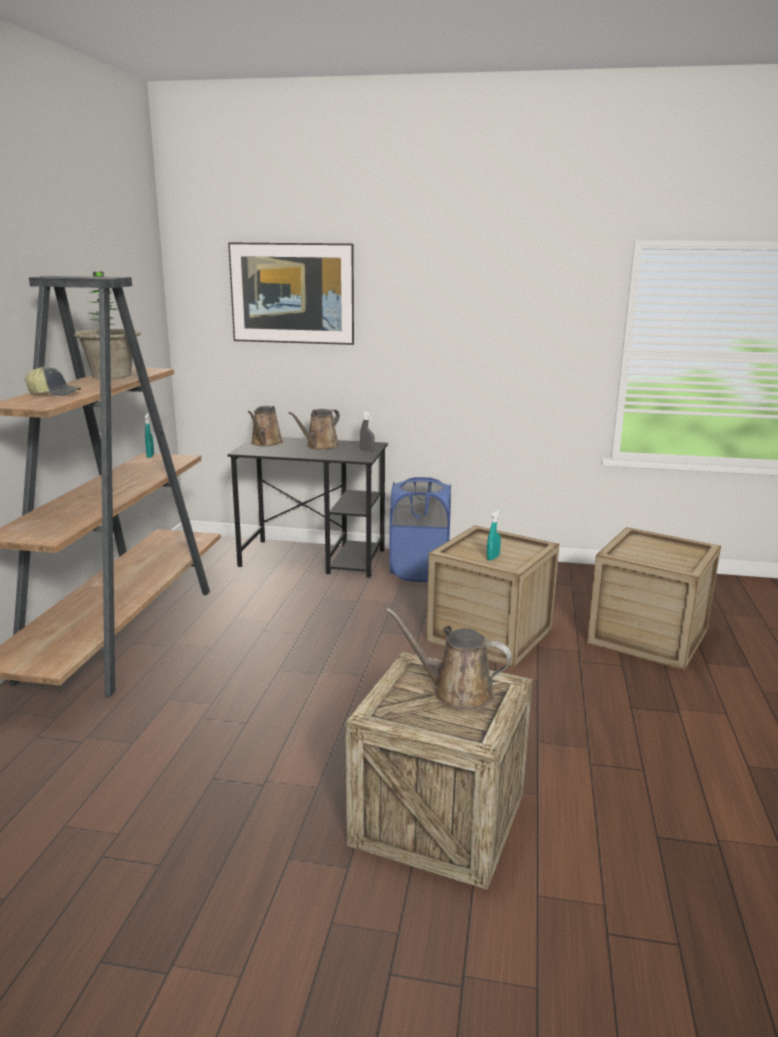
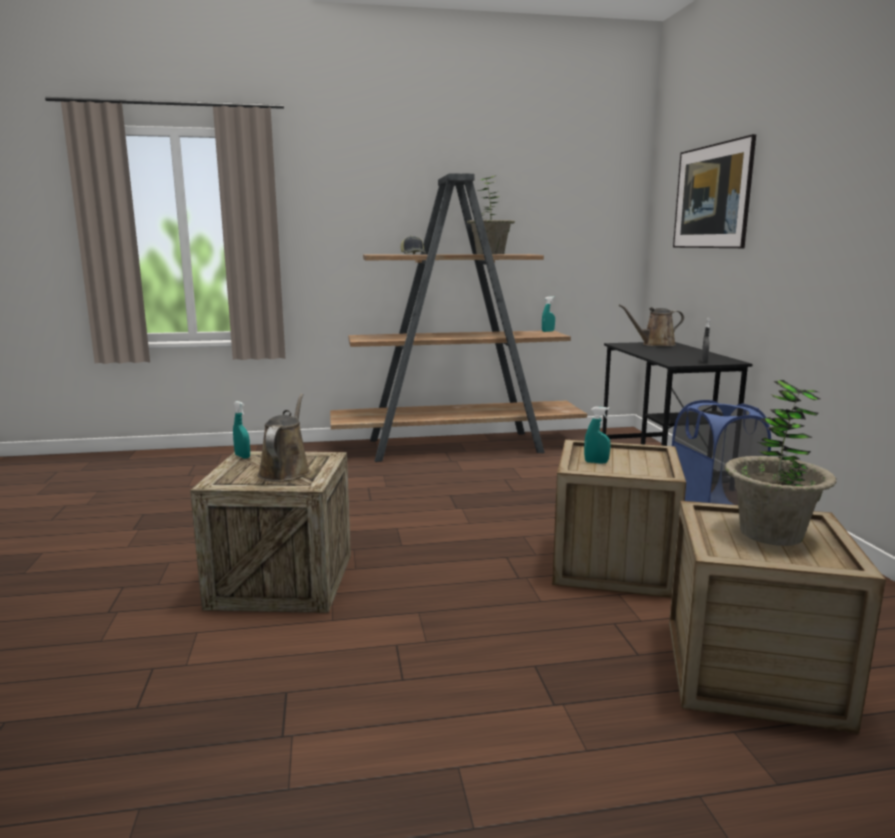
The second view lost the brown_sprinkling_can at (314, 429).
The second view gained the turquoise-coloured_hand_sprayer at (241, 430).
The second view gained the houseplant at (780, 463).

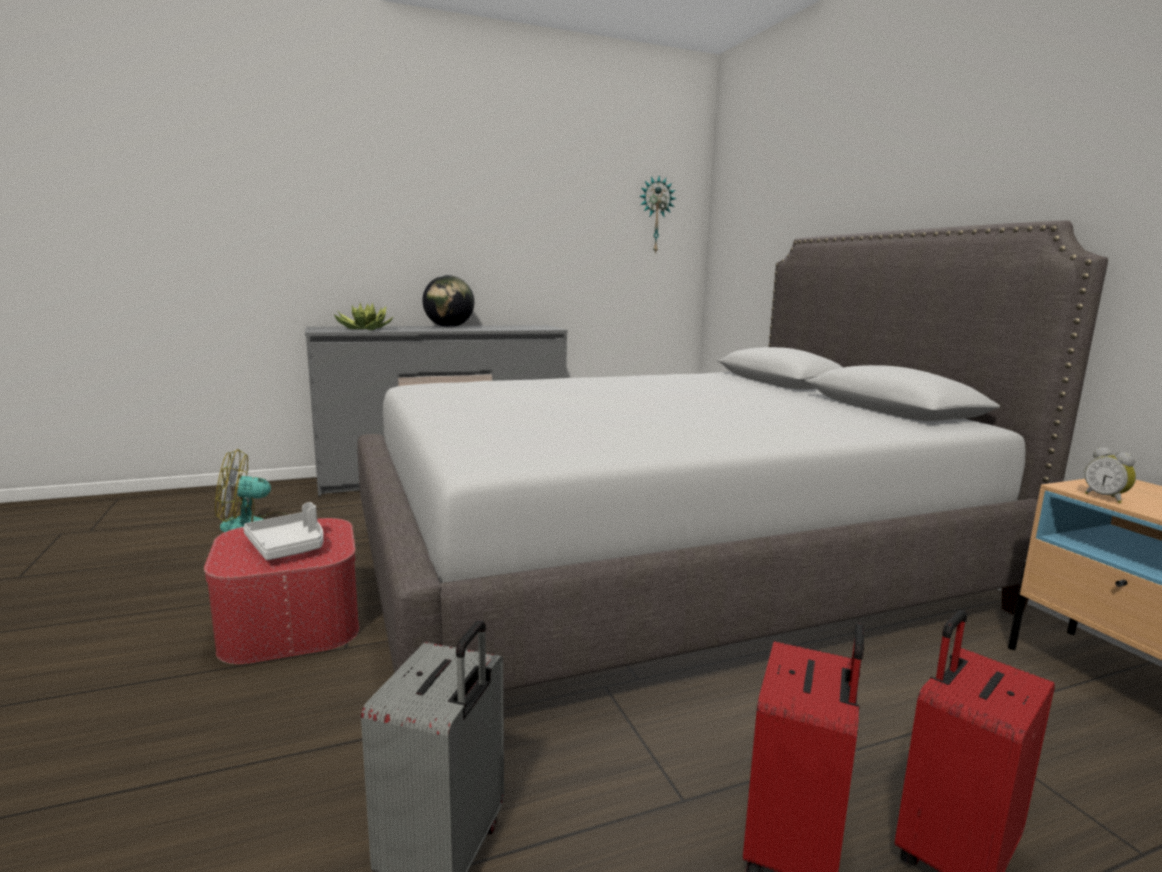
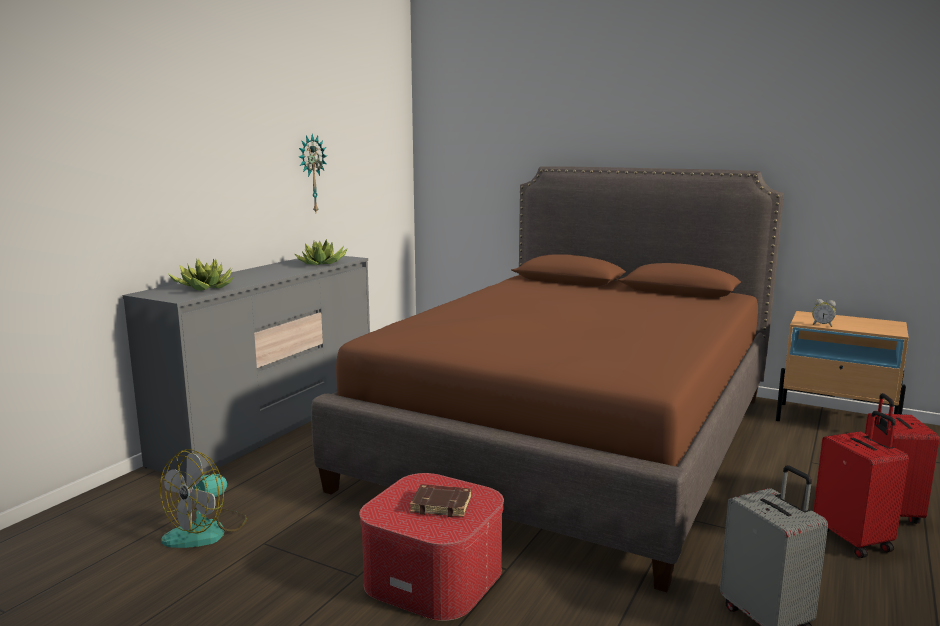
The second view lost the globe at (448, 301).
The second view gained the houseplant at (321, 252).
The clock_on_the_wall ended up elsewhere, having gone from (657, 215) to (313, 173).
Where the greyish_carrying_tray stood at (283, 531), the brown_book came to stand at (441, 500).
What was the greyish_bed at (732, 455) turned into the brown_bed at (547, 379).

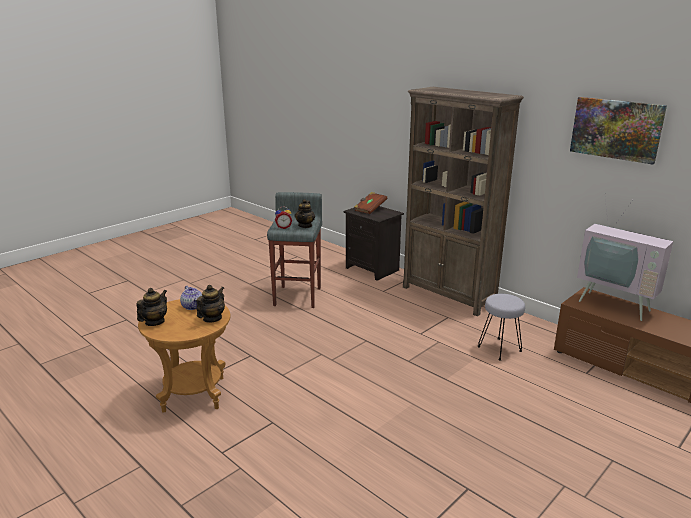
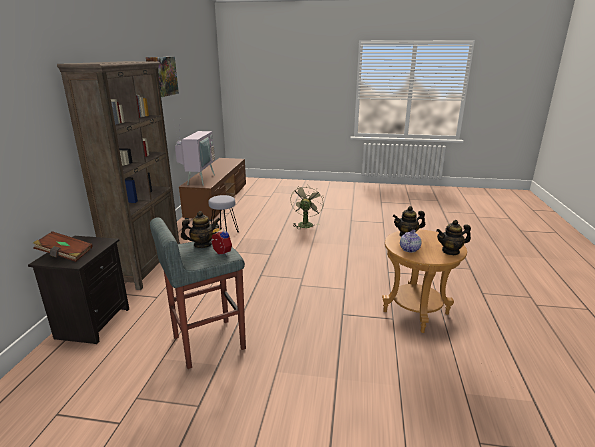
The second view gained the beige-coloured_cooling_fan at (307, 207).

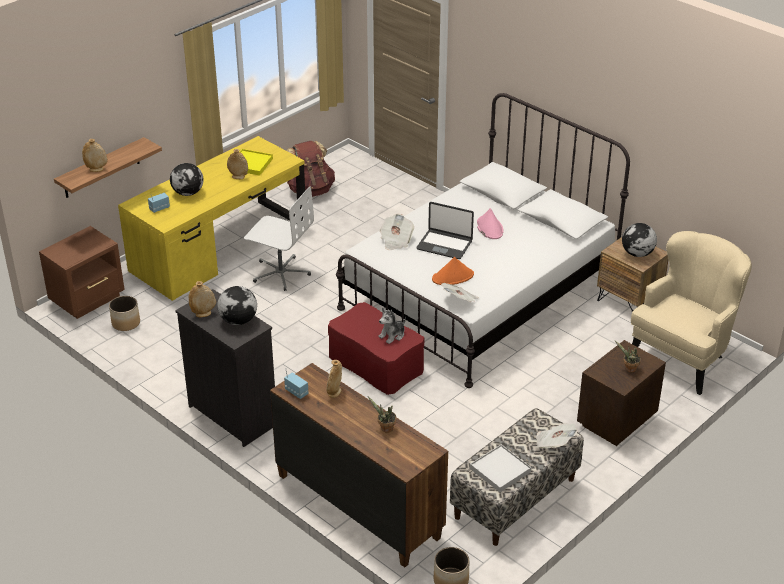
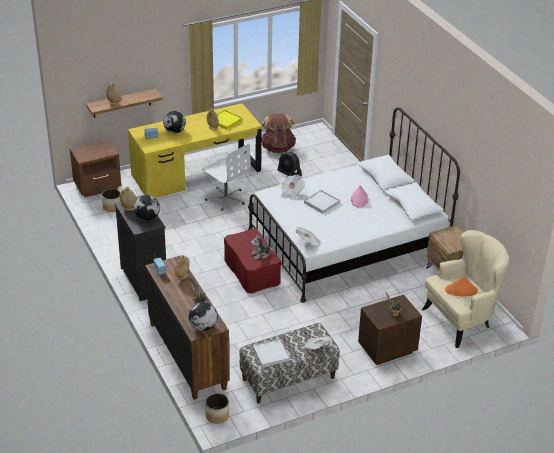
The second view gained the black_cooling_fan at (290, 164).
The orange_hat ended up elsewhere, having gone from (453, 271) to (461, 286).
The globe ended up elsewhere, having gone from (639, 240) to (203, 316).
Where the laptop stood at (445, 230), the whitish_carrying_tray came to stand at (322, 202).

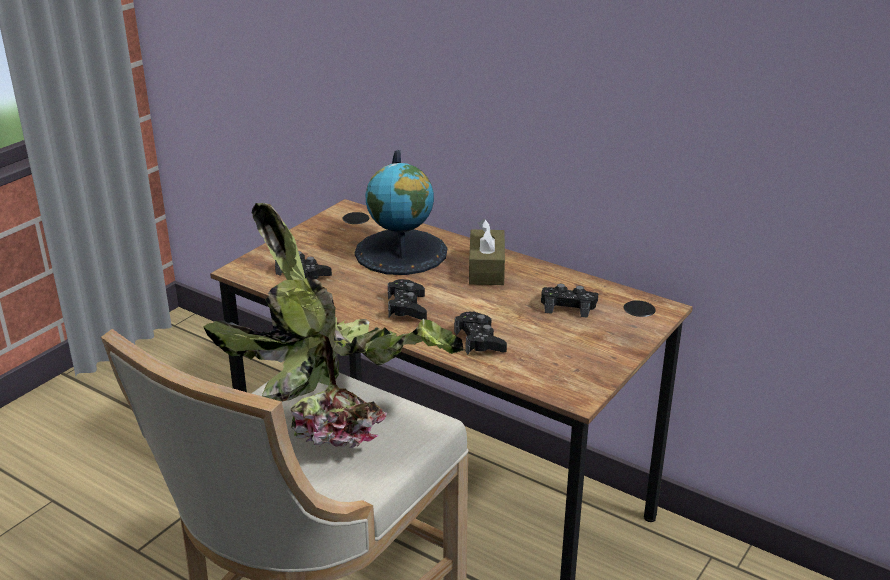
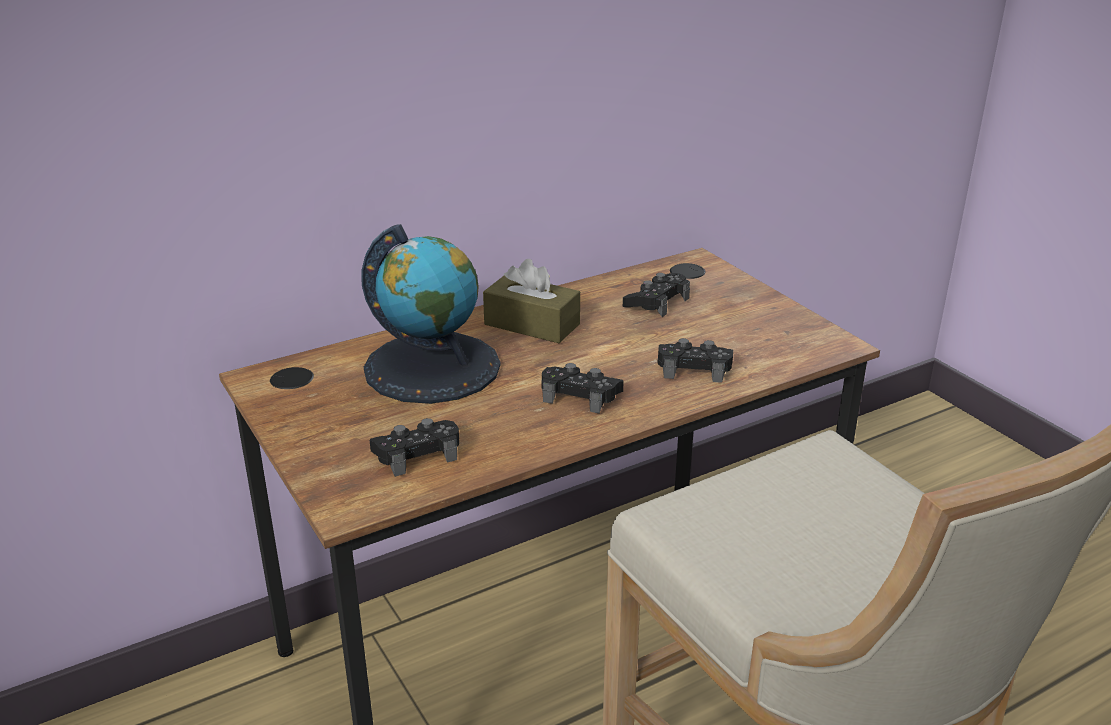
The second view lost the houseplant at (333, 325).

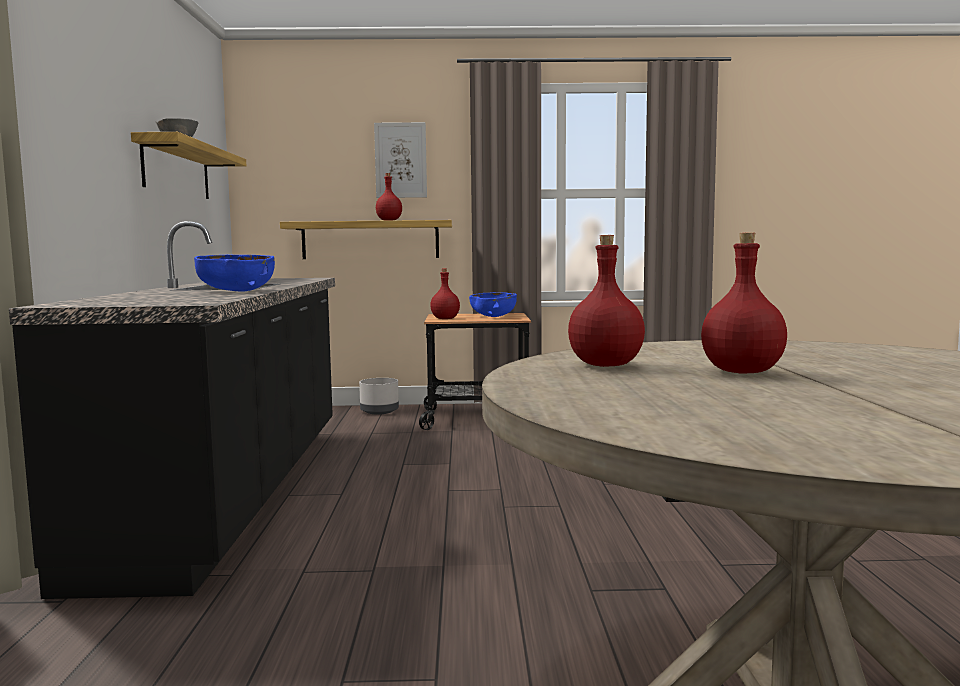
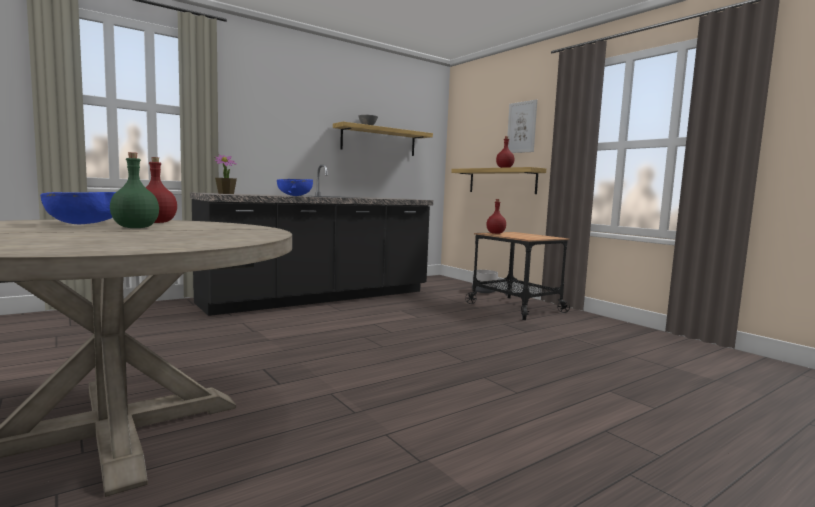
The second view gained the houseplant at (225, 174).
The blue-coloured_bowl ended up elsewhere, having gone from (493, 304) to (78, 208).
What was the reddish_drink_bottle at (744, 303) turned into the green-coloured_drink_bottle at (134, 190).

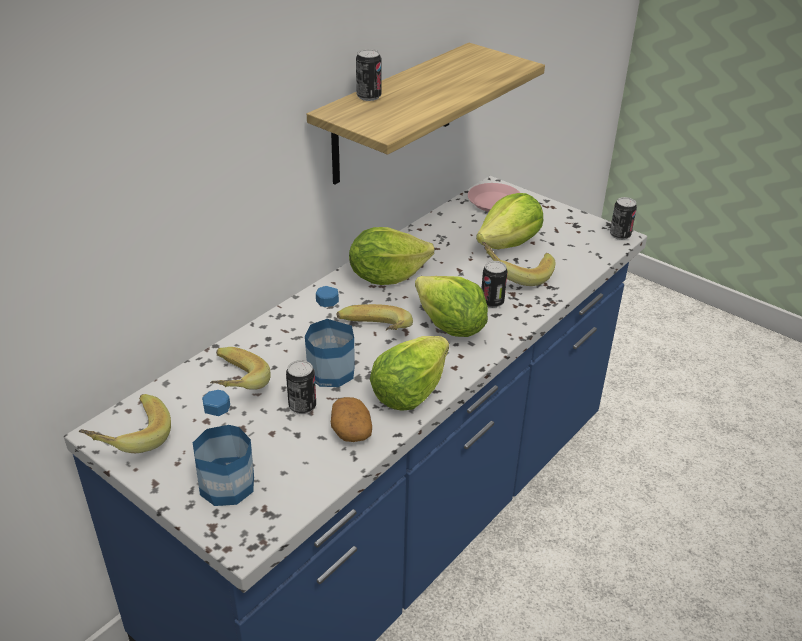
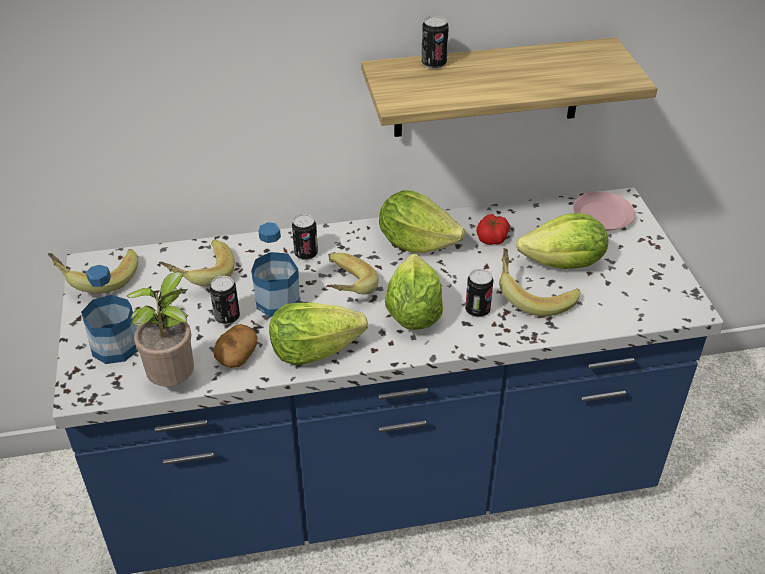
The second view gained the houseplant at (160, 329).
The second view gained the fresh_tomato at (492, 229).
The can ended up elsewhere, having gone from (623, 218) to (305, 237).

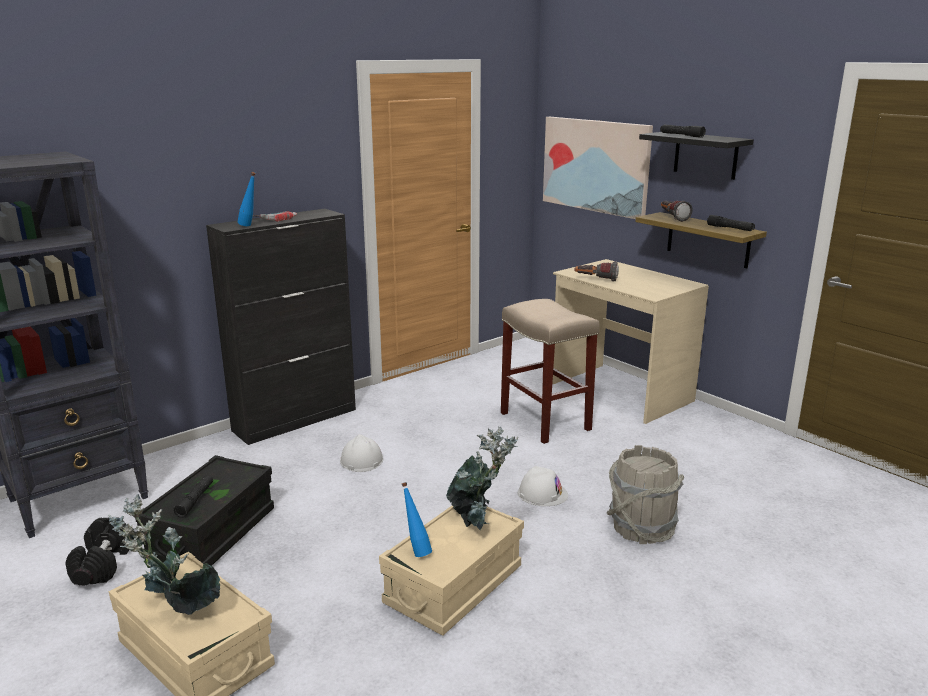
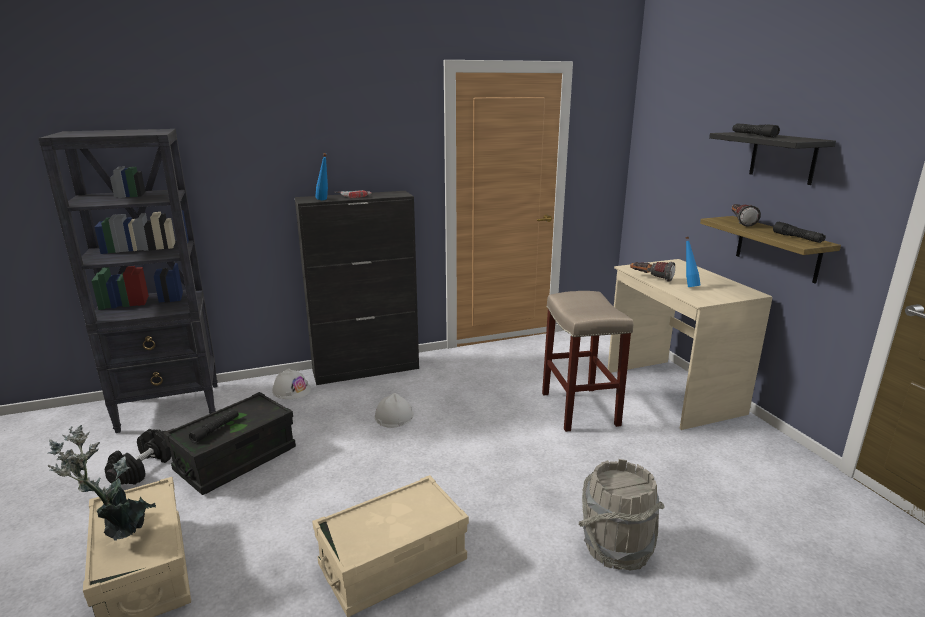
The second view lost the houseplant at (482, 479).
The second view lost the wall_picture at (598, 168).
The blue-coloured_drink_bottle ended up elsewhere, having gone from (417, 519) to (693, 262).
The whitish_safety_helmet ended up elsewhere, having gone from (543, 486) to (291, 383).

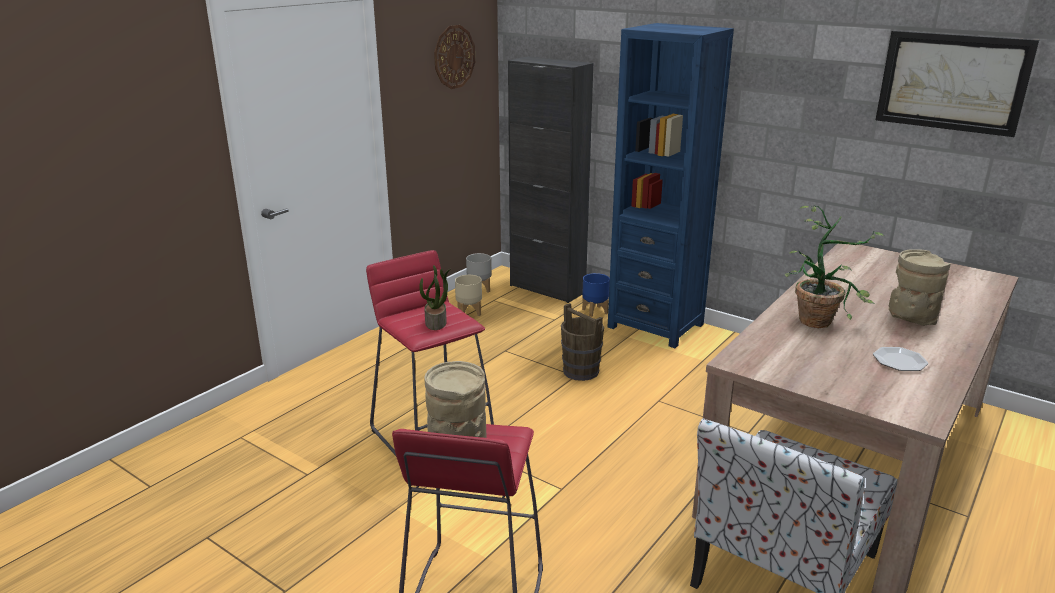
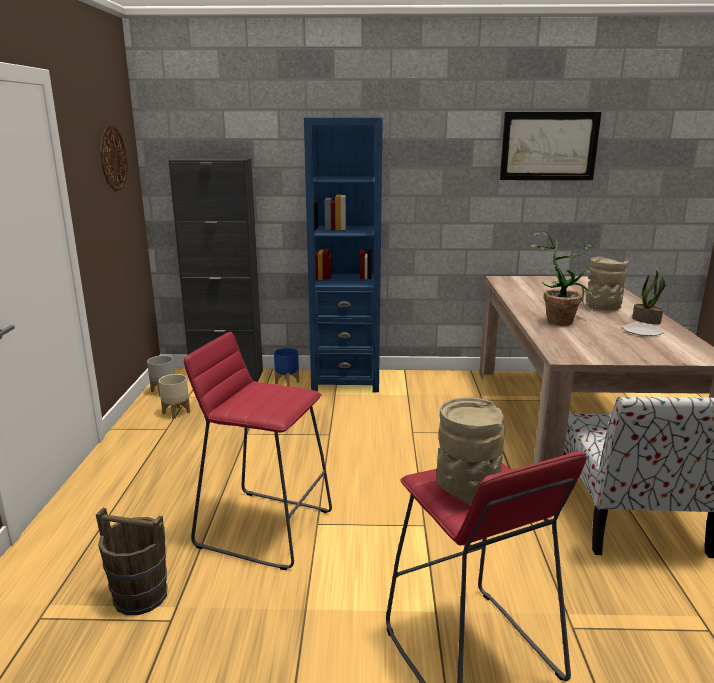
The houseplant ended up elsewhere, having gone from (435, 297) to (648, 297).
The brown_bucket ended up elsewhere, having gone from (582, 342) to (131, 561).

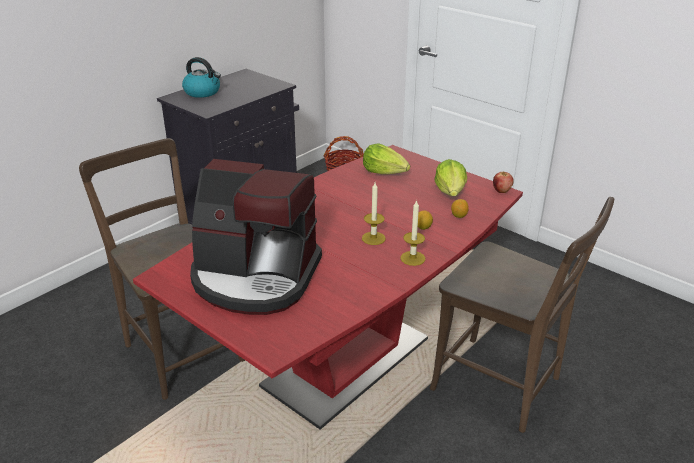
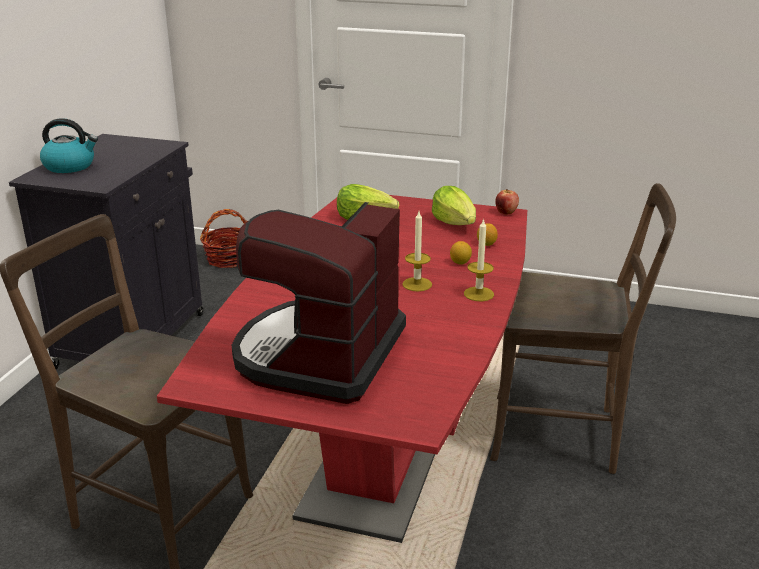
The coffee_brewer at (256, 237) ended up facing another way, 120 degrees clockwise from before.

